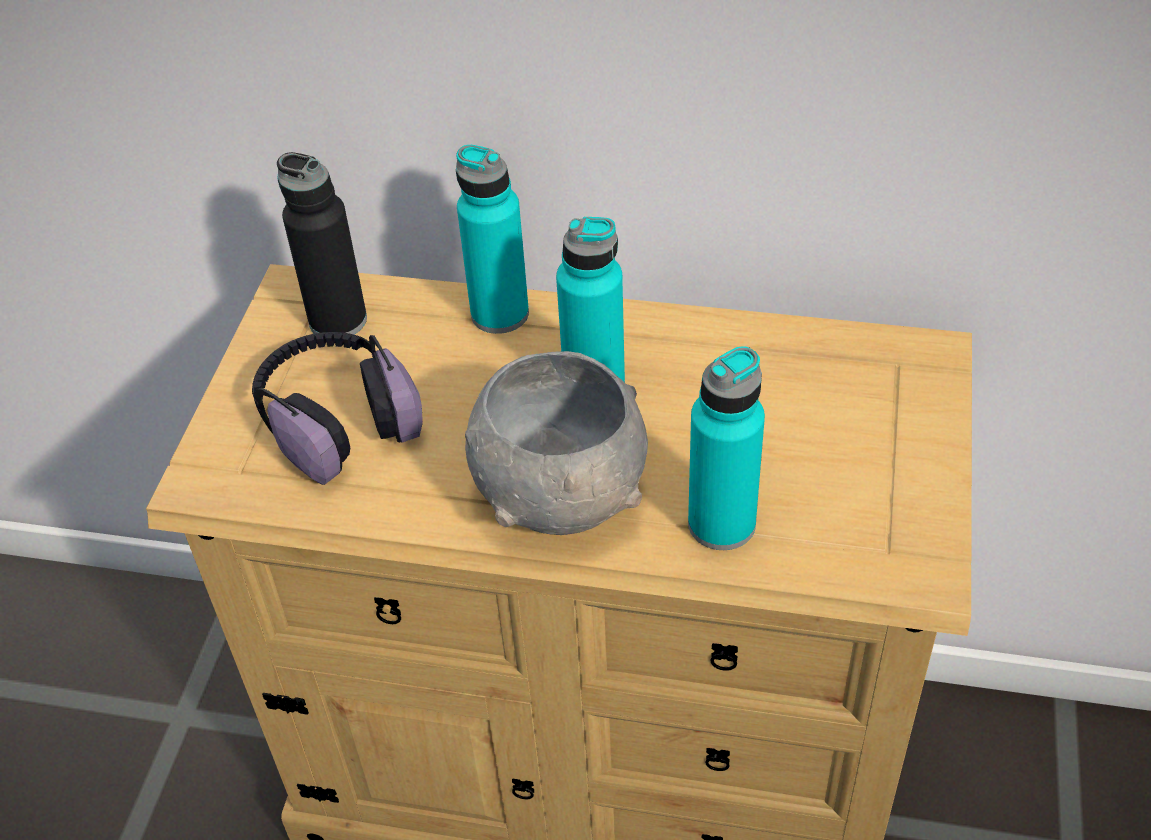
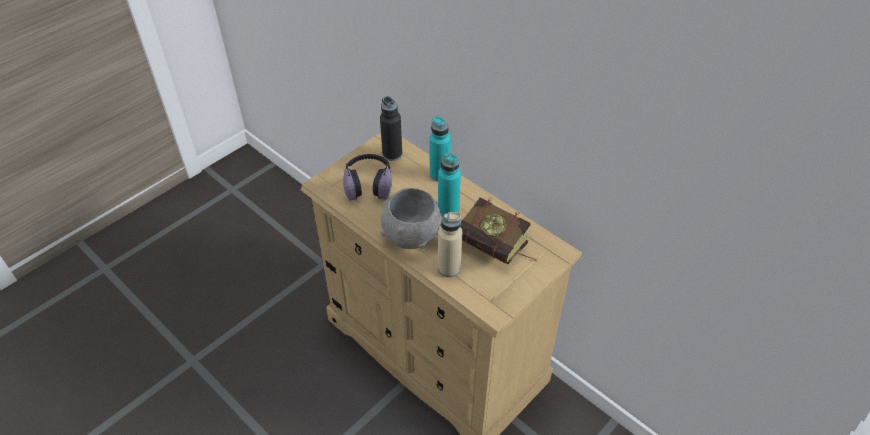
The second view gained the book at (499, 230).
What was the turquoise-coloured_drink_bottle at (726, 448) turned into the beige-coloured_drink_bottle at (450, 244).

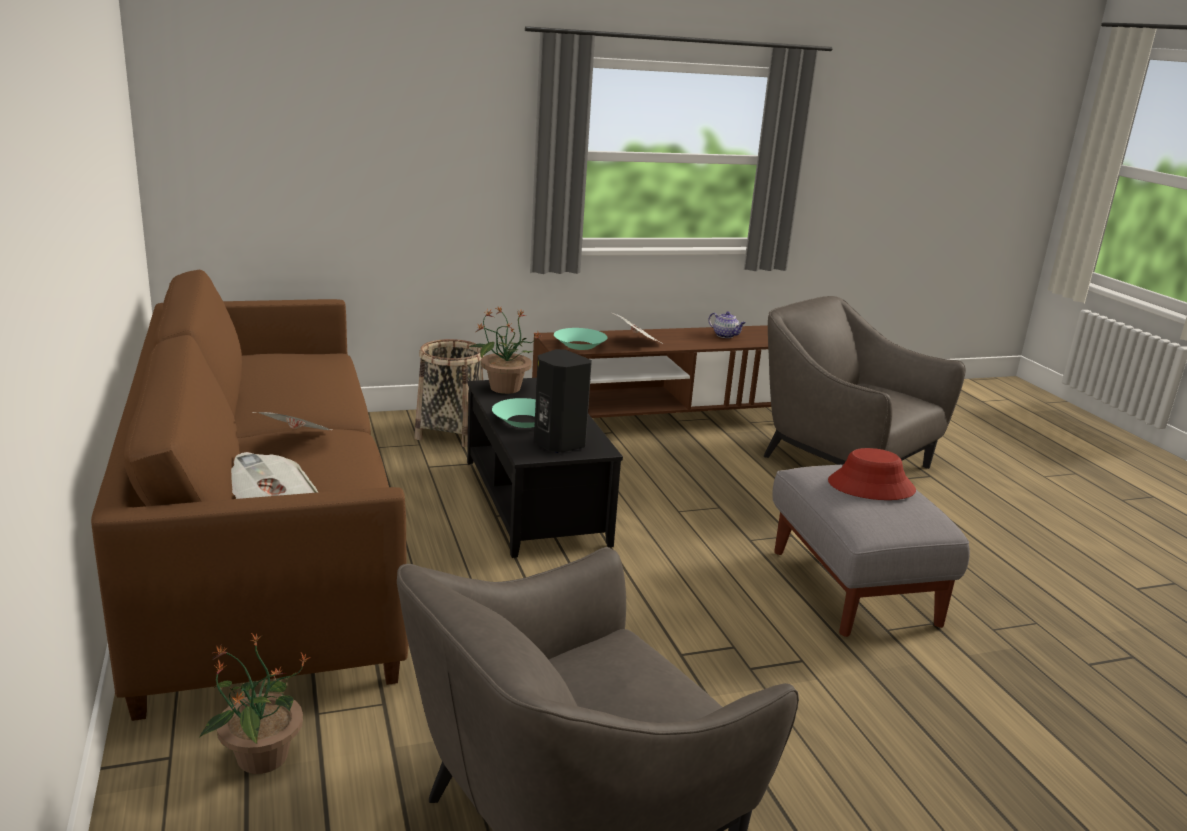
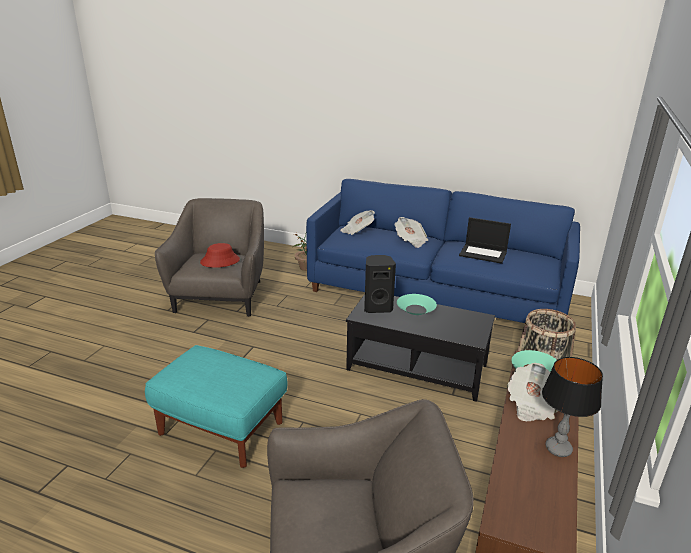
The second view lost the houseplant at (505, 350).
The second view lost the tea_pot at (727, 325).
The second view gained the laptop at (485, 240).
The second view gained the table_lamp at (572, 407).
The reddish_hat ended up elsewhere, having gone from (872, 474) to (220, 255).
What was the brown_settee at (250, 495) turned into the blue-coloured_settee at (443, 251).
What was the greyish_footrest at (871, 550) turned into the turquoise-coloured_footrest at (216, 406).

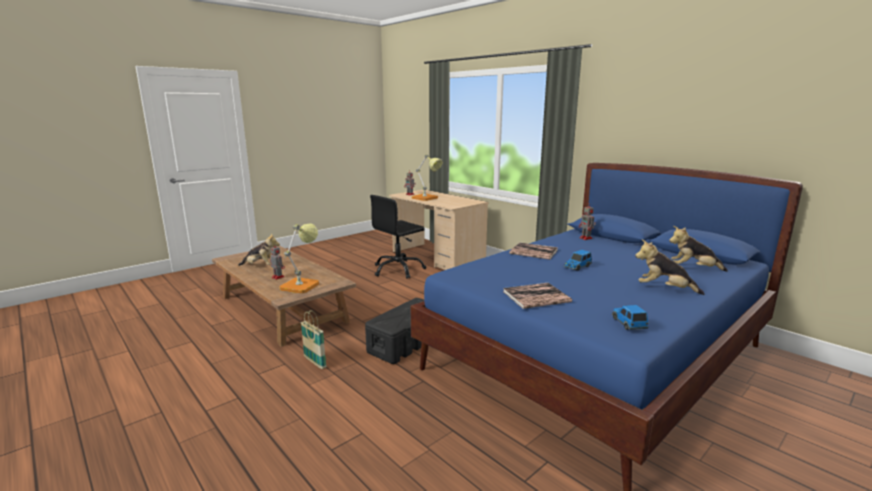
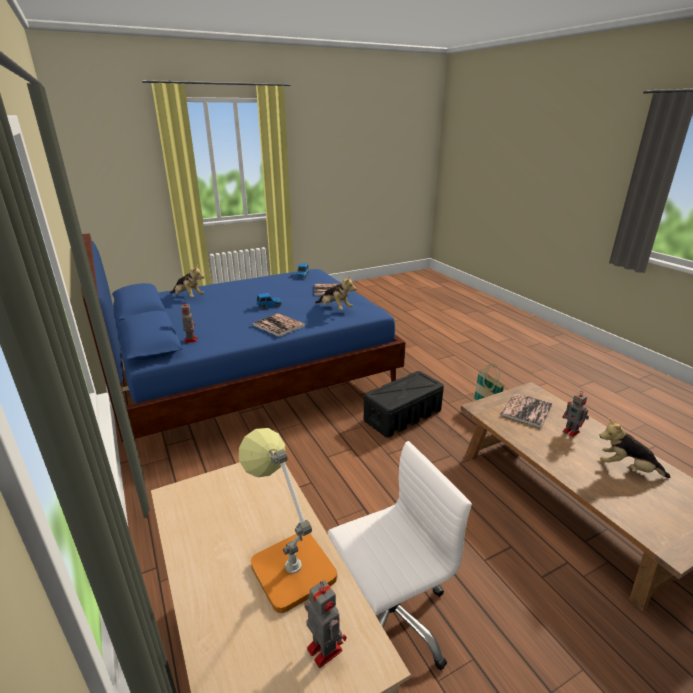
The plush_toy ended up elsewhere, having gone from (669, 267) to (335, 292).
Where the table_lamp stood at (299, 258), the book came to stand at (526, 410).
What was the black_computer_chair at (398, 237) turned into the whitish_computer_chair at (399, 555).

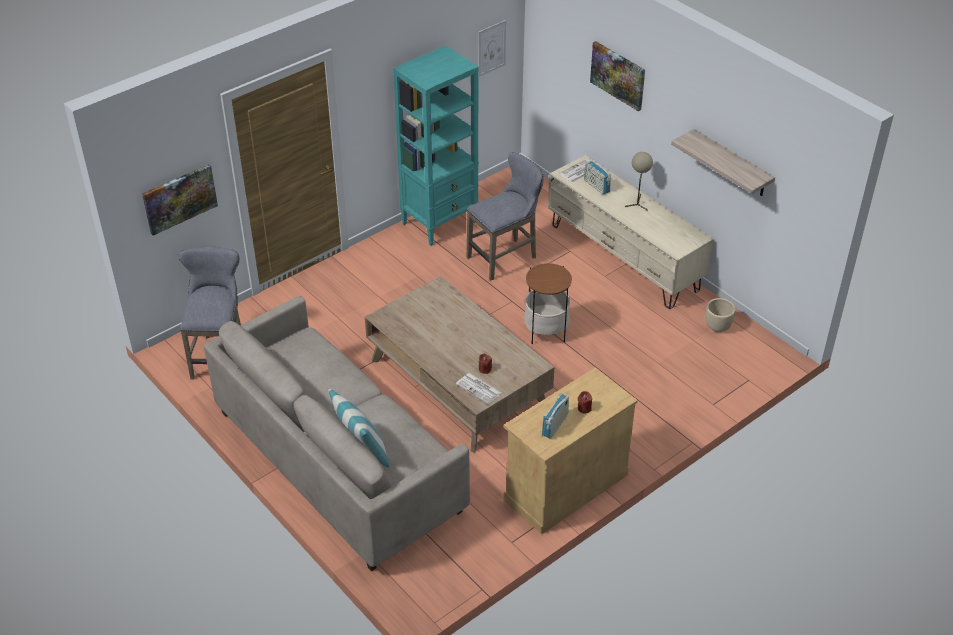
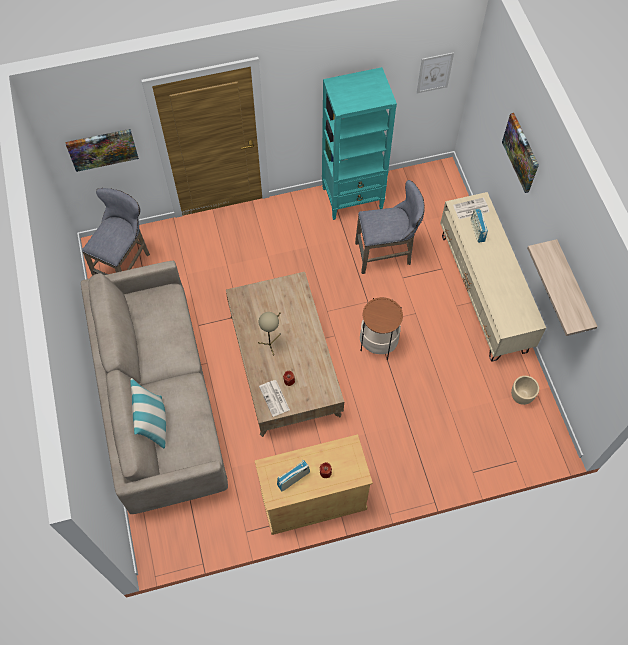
The beige-coloured_table_lamp ended up elsewhere, having gone from (639, 181) to (269, 333).

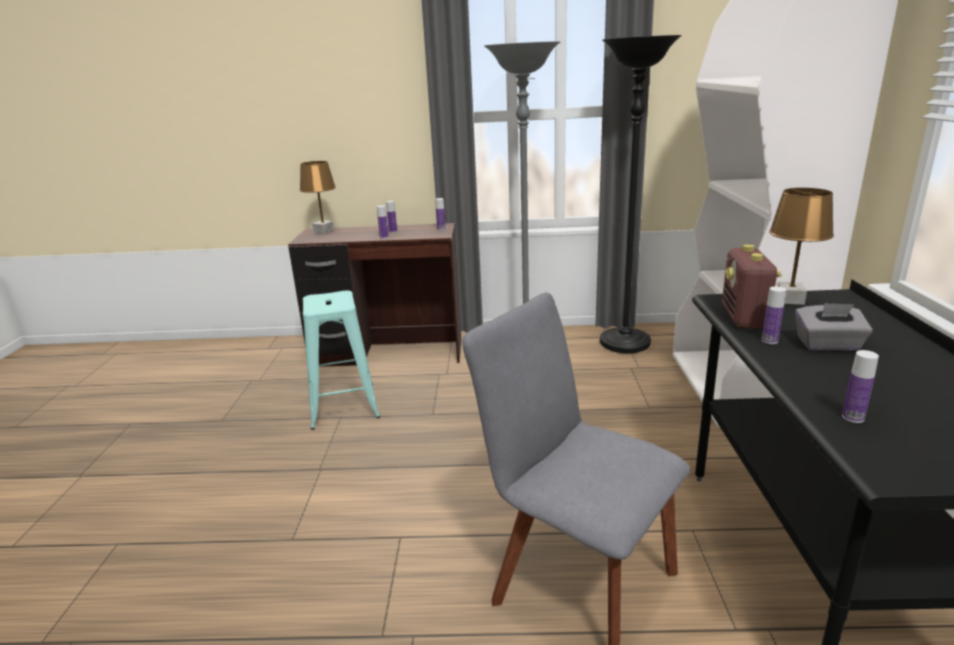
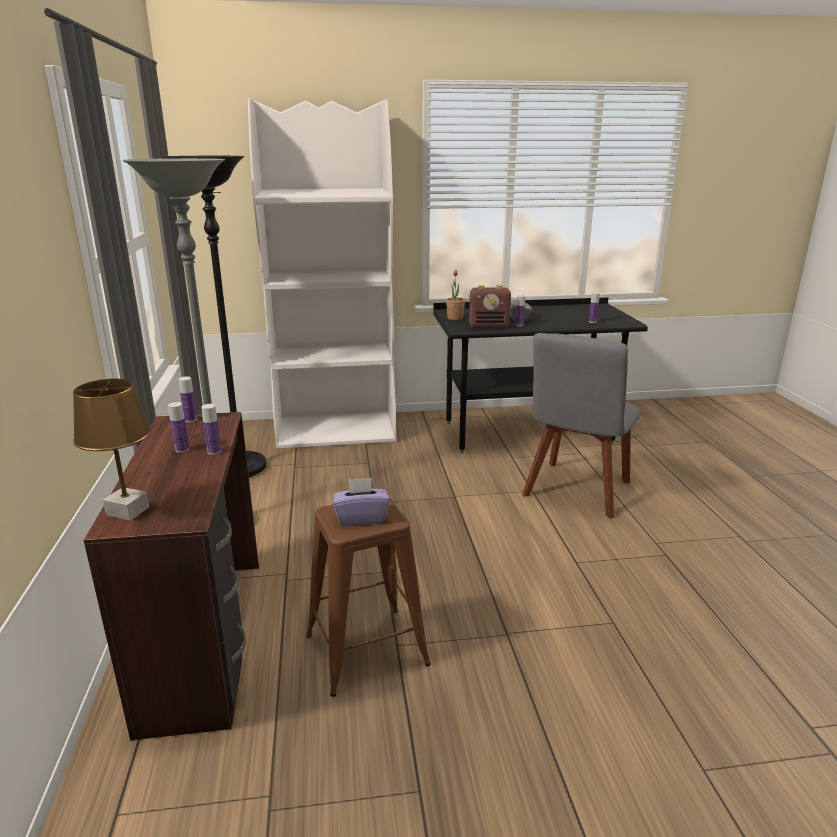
The second view gained the purplish_box_of_tissues at (361, 502).
Where the brown_table_lamp stood at (801, 246), the houseplant came to stand at (455, 295).
What was the turquoise-coloured_stool at (341, 360) turned into the brown_stool at (368, 597).

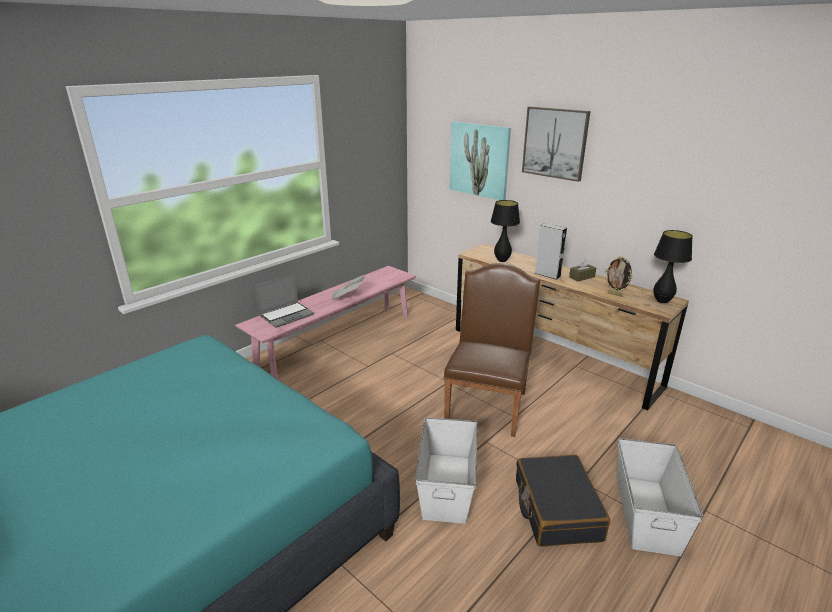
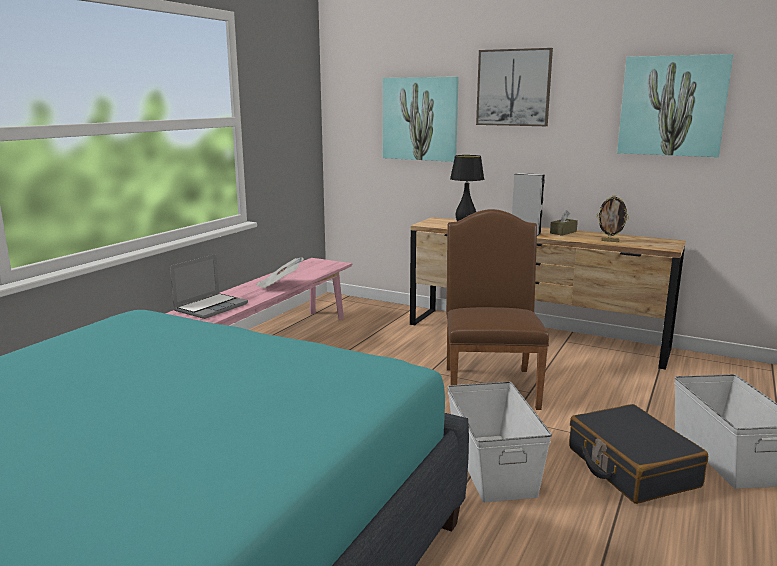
The second view lost the black_table_lamp at (673, 266).
The second view gained the wall_picture at (675, 105).

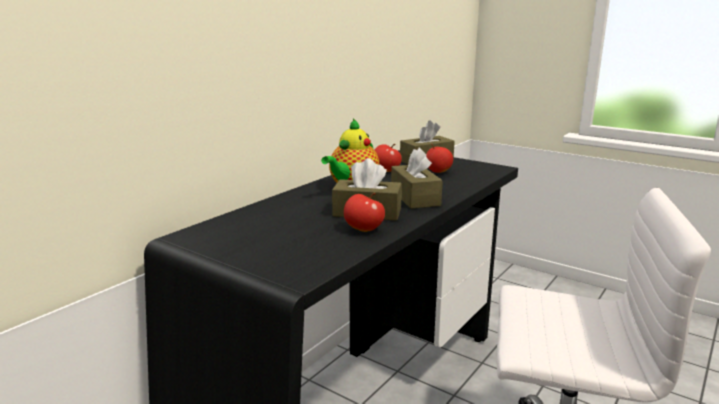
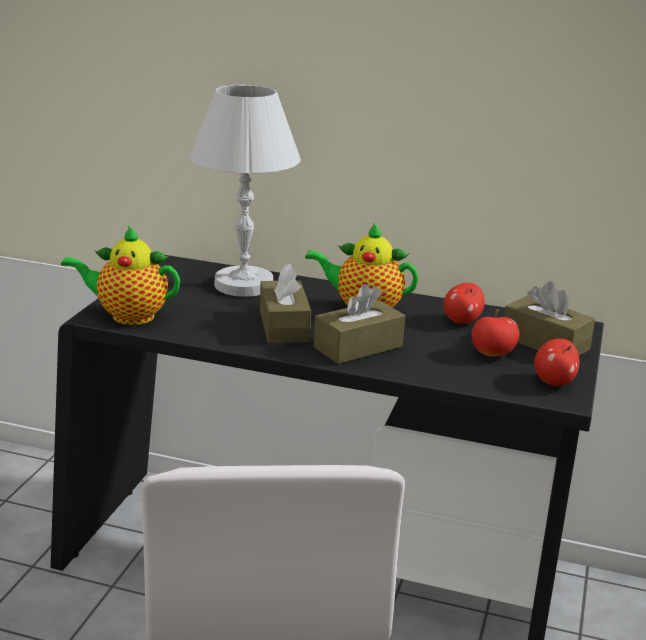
The second view gained the tea_pot at (120, 275).
The second view gained the whitish_table_lamp at (245, 191).
The apple_fruit ended up elsewhere, having gone from (364, 212) to (556, 362).

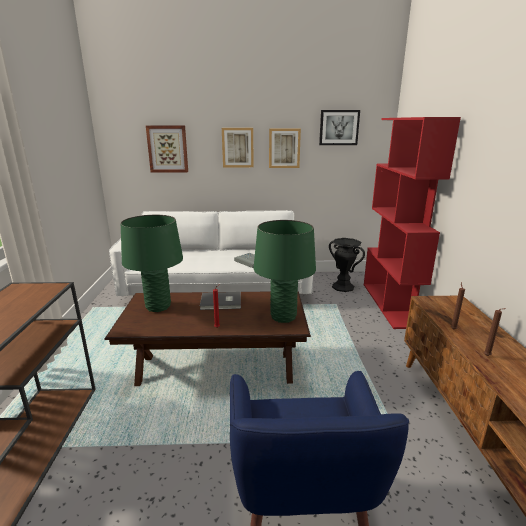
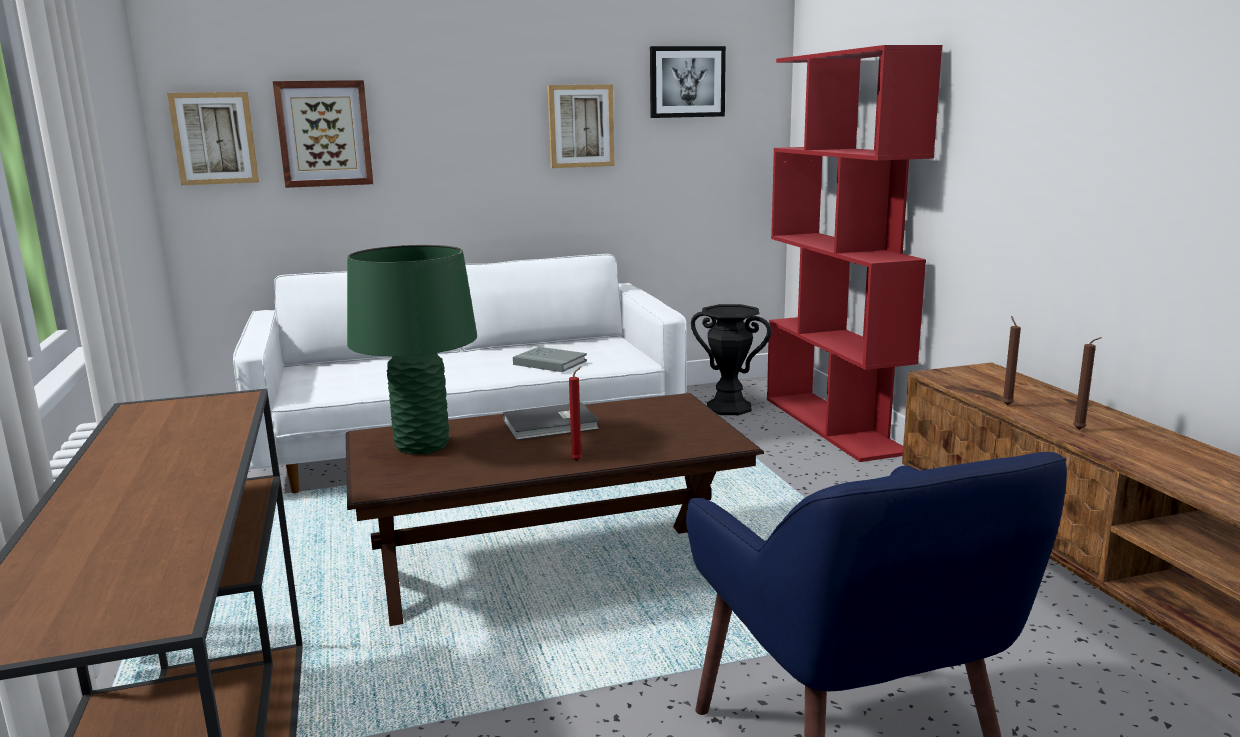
The second view lost the green-coloured_table_lamp at (285, 271).
The wall_picture ended up elsewhere, having gone from (238, 147) to (213, 138).

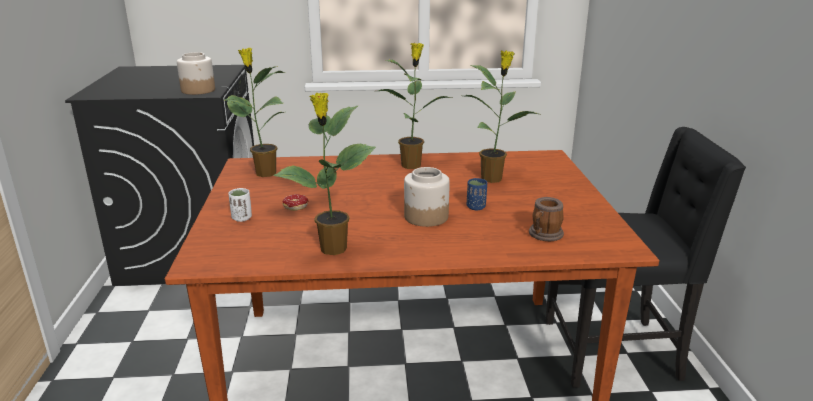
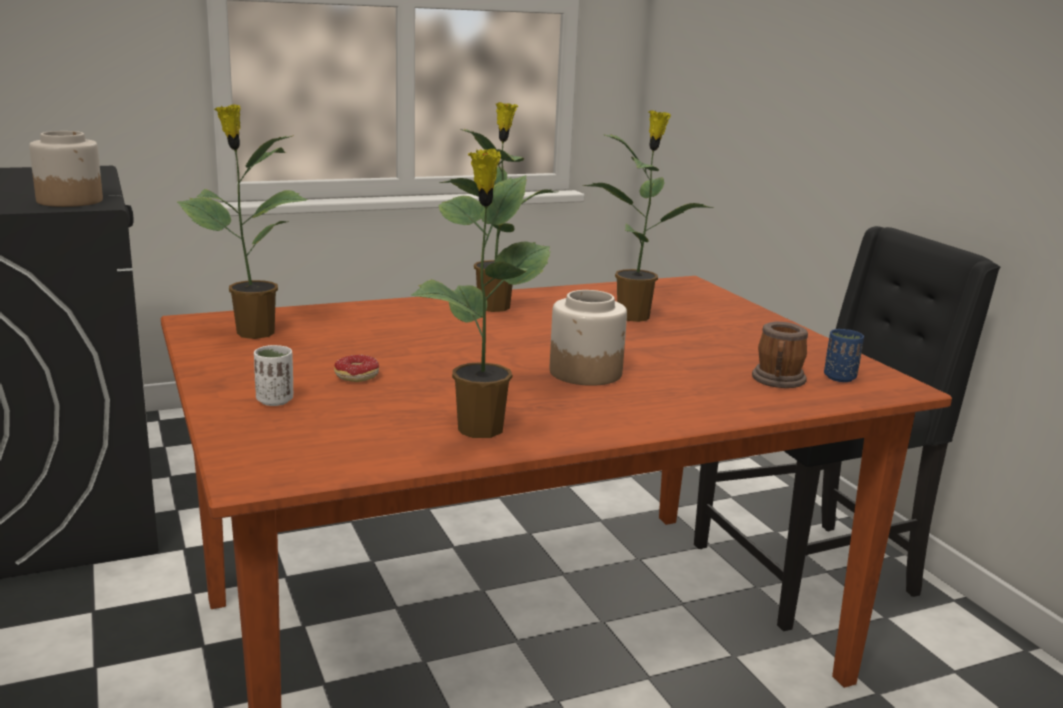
The blue-coloured_small_cup ended up elsewhere, having gone from (477, 194) to (844, 355).

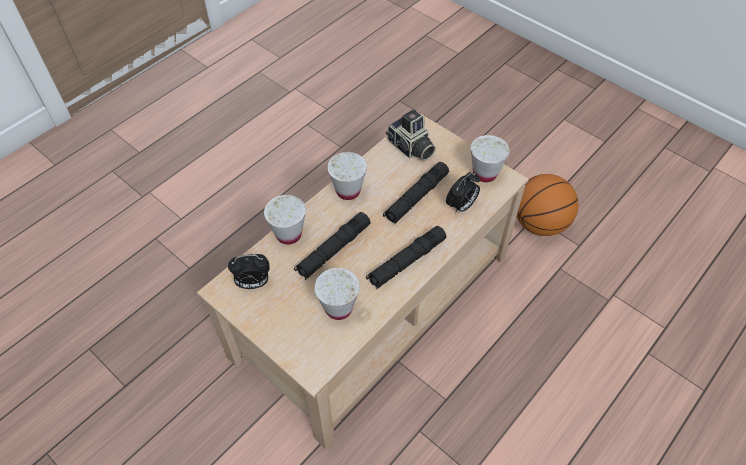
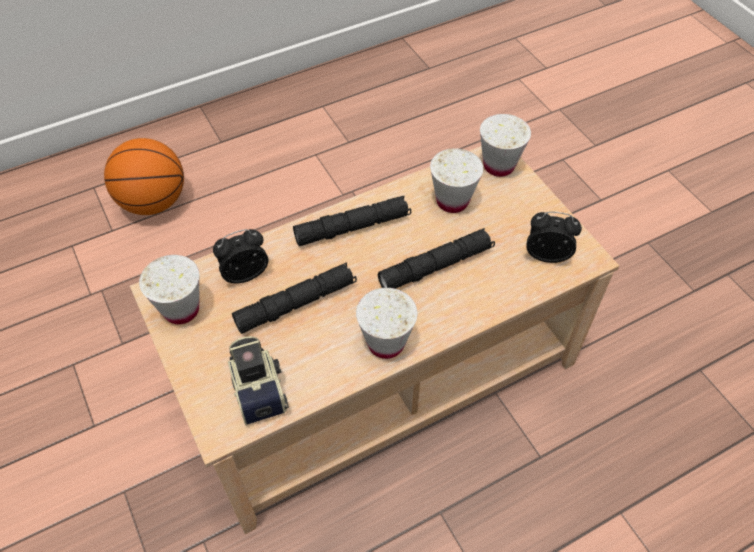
The whitish_small_cup ended up elsewhere, having gone from (285, 220) to (505, 145).
The basketball ended up elsewhere, having gone from (547, 205) to (144, 176).

